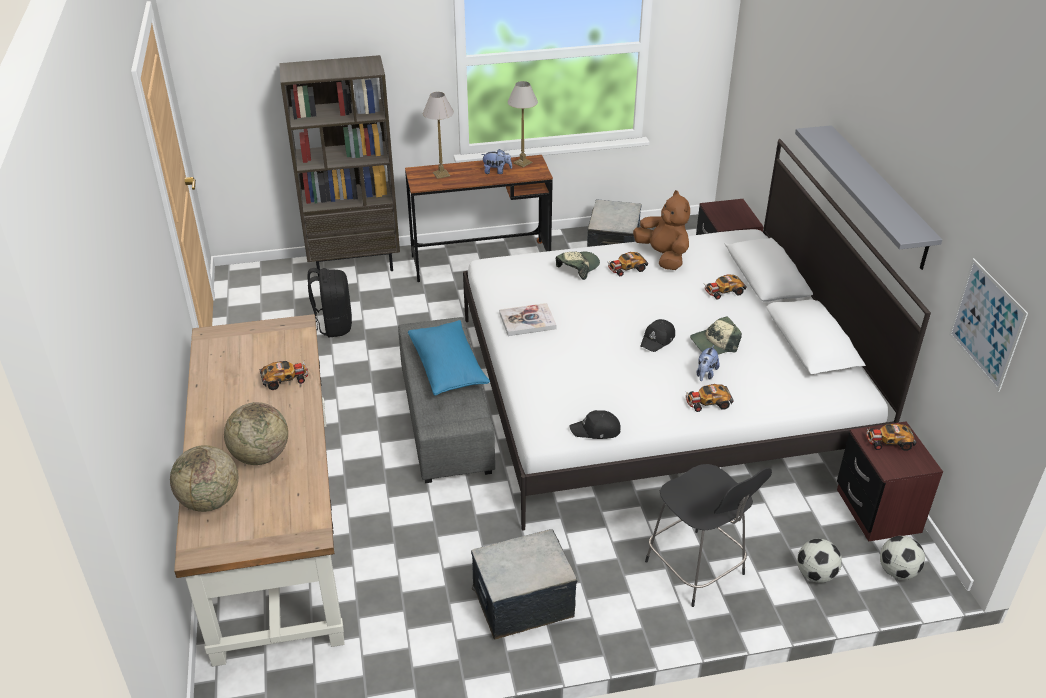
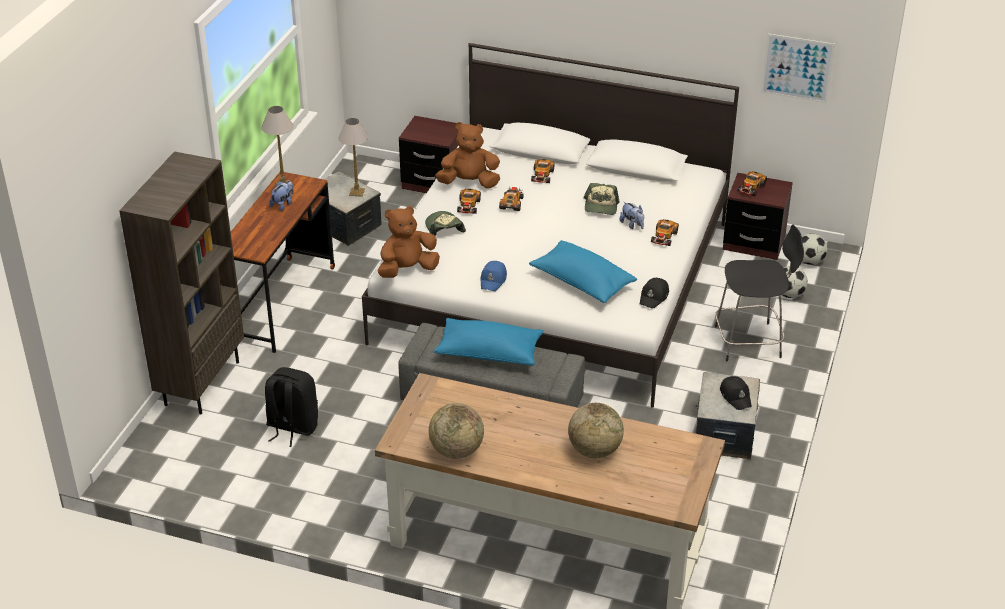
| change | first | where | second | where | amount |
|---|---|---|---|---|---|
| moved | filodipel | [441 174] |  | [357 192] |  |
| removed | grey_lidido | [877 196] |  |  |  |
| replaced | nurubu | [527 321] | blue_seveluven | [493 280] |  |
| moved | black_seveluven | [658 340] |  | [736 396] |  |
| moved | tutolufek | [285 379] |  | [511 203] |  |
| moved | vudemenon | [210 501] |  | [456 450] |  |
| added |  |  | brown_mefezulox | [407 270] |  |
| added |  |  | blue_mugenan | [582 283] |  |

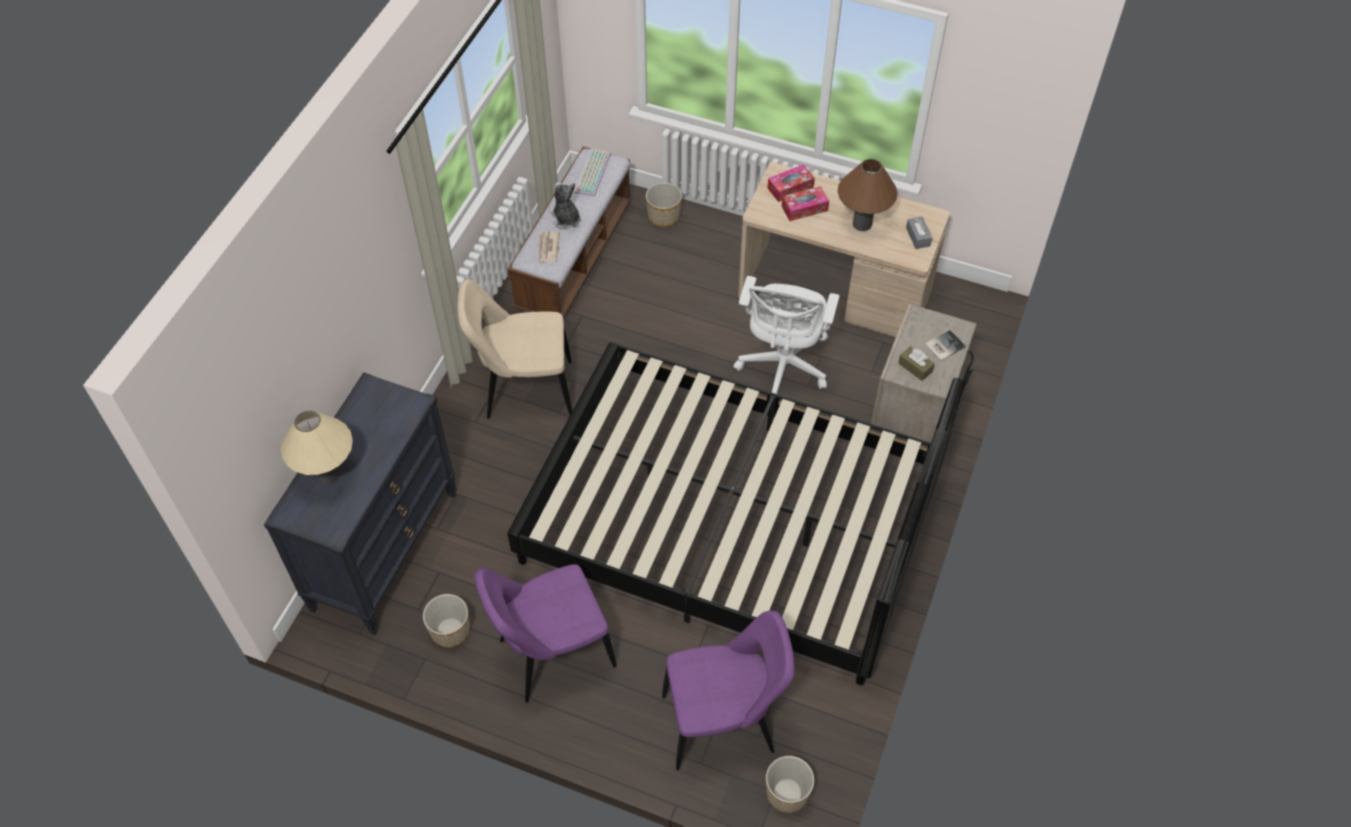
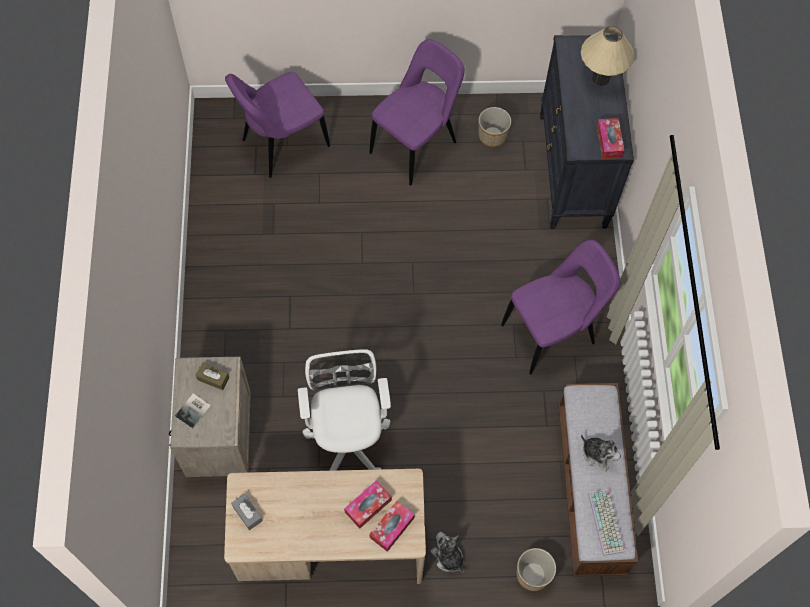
| change | first | where | second | where | amount |
|---|---|---|---|---|---|
| removed | brown_filodipel | [862 224] |  |  |  |
| removed | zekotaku | [548 248] |  |  |  |
| recoloured | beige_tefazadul | [524 390] | purple_tefazadul | [552 332] |  |
| removed | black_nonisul | [729 524] |  |  |  |
| removed | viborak | [787 793] |  |  |  |
| added |  |  | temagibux | [609 142] |  |
| added |  |  | mefezulox | [447 557] |  |

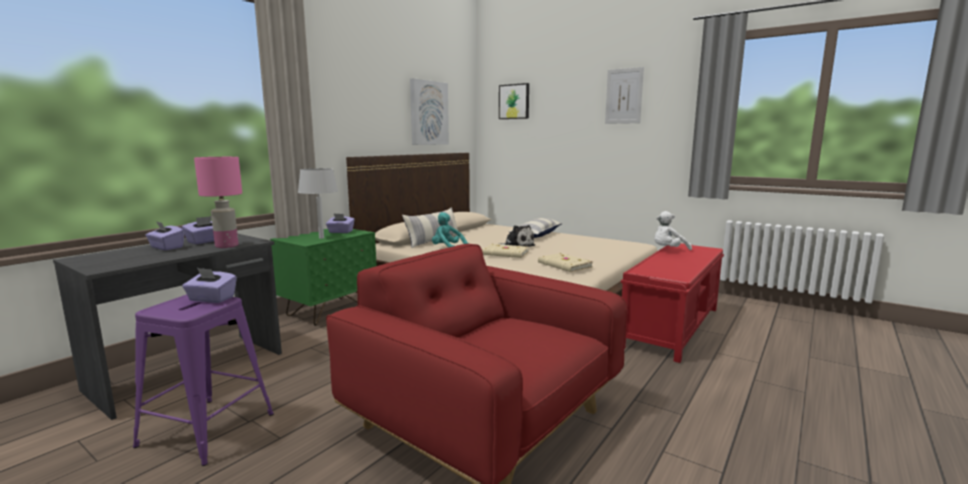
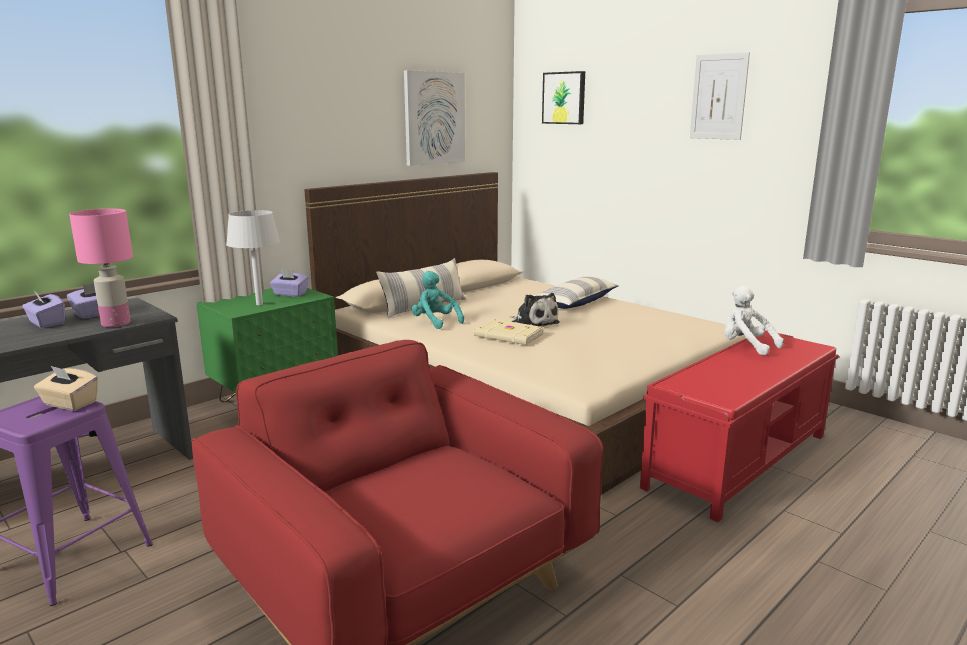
| change | first | where | second | where | amount |
|---|---|---|---|---|---|
| turned | white_mefezulox | [668 250] |  | [746 346] | 60 degrees clockwise |
| removed | beige_nurubu | [564 265] |  |  |  |
| recoloured | purple_temagibux | [211 299] | beige_temagibux | [69 404] |  |

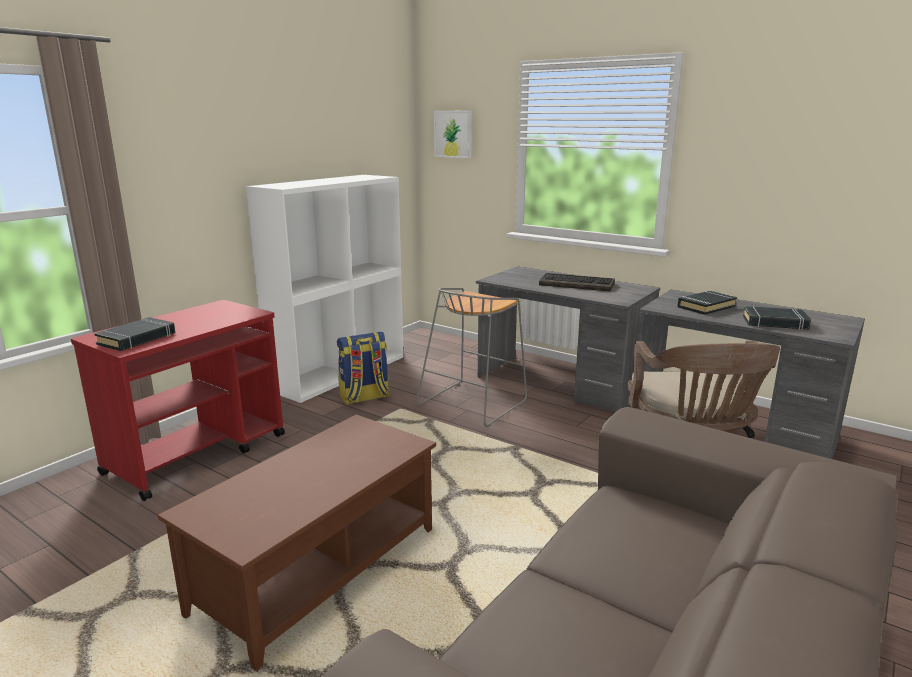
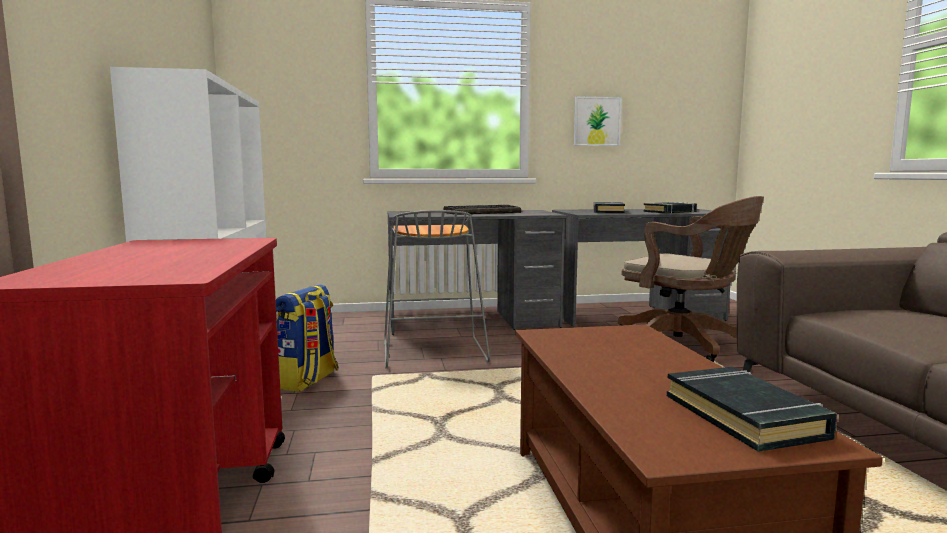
| change | first | where | second | where | amount |
|---|---|---|---|---|---|
| moved | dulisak | [453 134] |  | [597 121] |  |
| moved | black_nurubu | [137 339] |  | [744 416] |  |

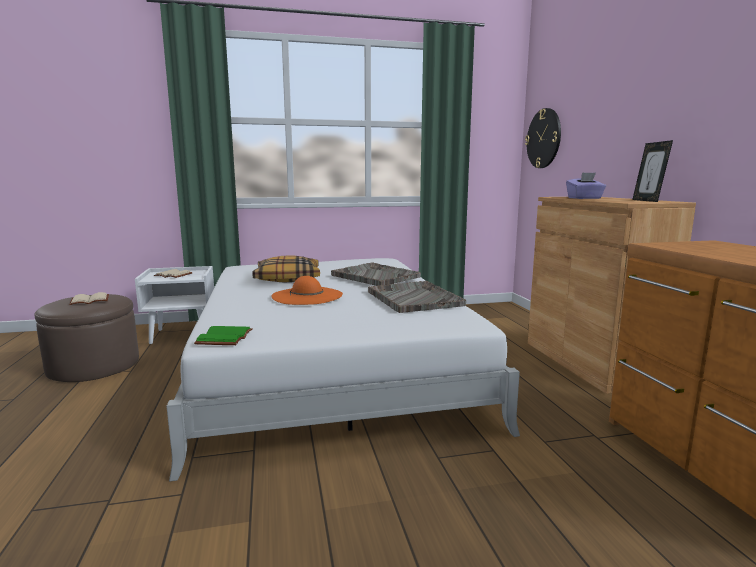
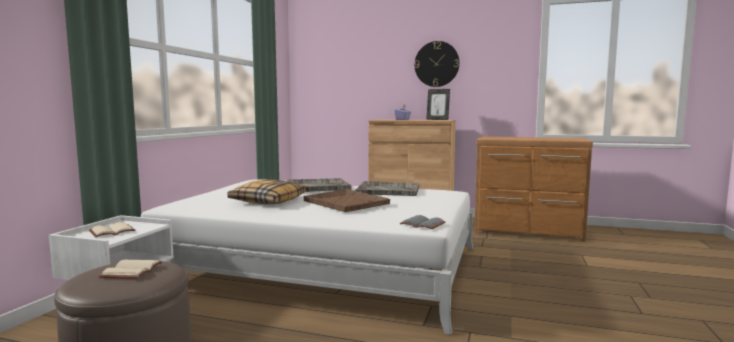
| change | first | where | second | where | amount |
|---|---|---|---|---|---|
| moved | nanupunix | [544 138] |  | [436 64] |  |
| replaced | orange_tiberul | [307 296] | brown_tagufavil | [345 202] |  |
| recoloured | green_nurubu | [225 338] | grey_nurubu | [423 224] |  |

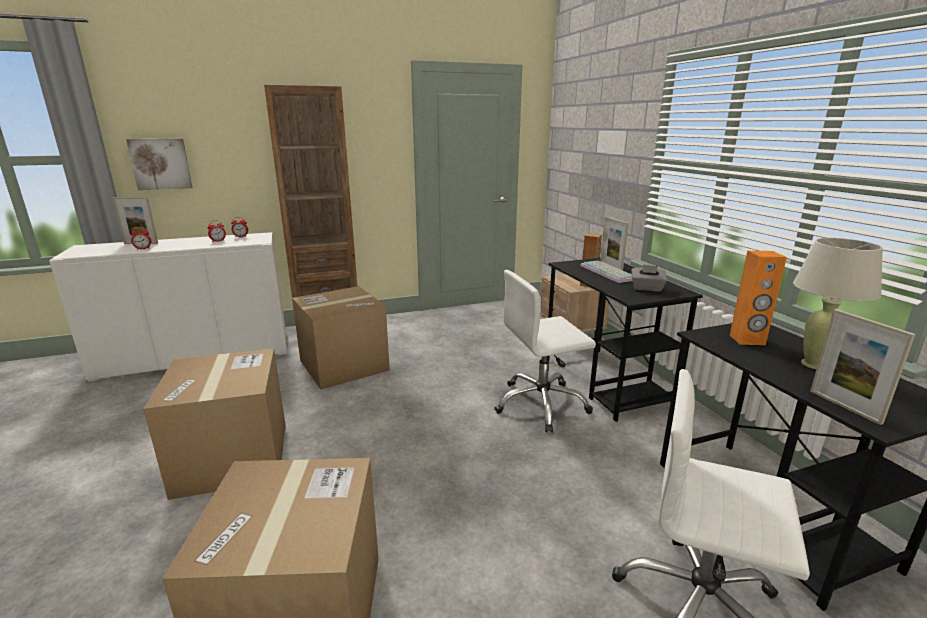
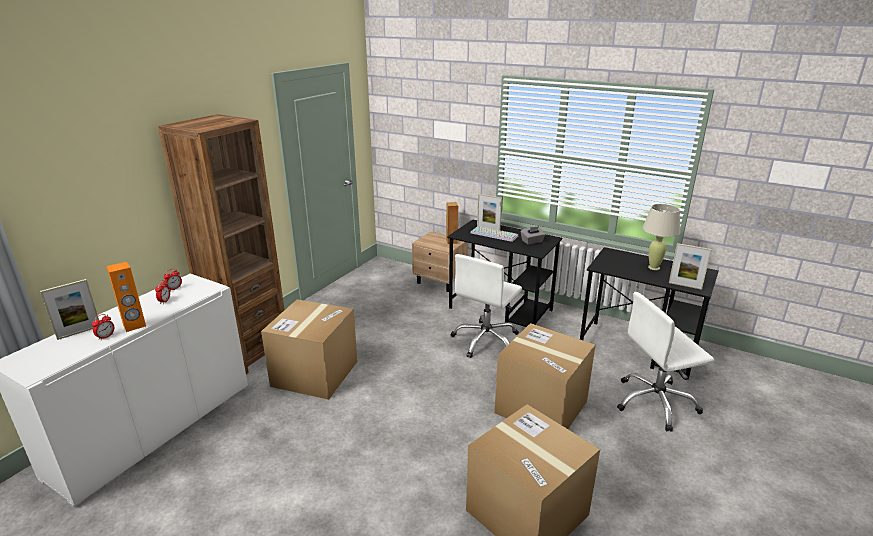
| change | first | where | second | where | amount |
|---|---|---|---|---|---|
| removed | dulisak | [161 164] |  |  |  |
| moved | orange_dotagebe | [747 340] |  | [134 325] |  |
| moved | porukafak | [233 458] |  | [541 407] |  |

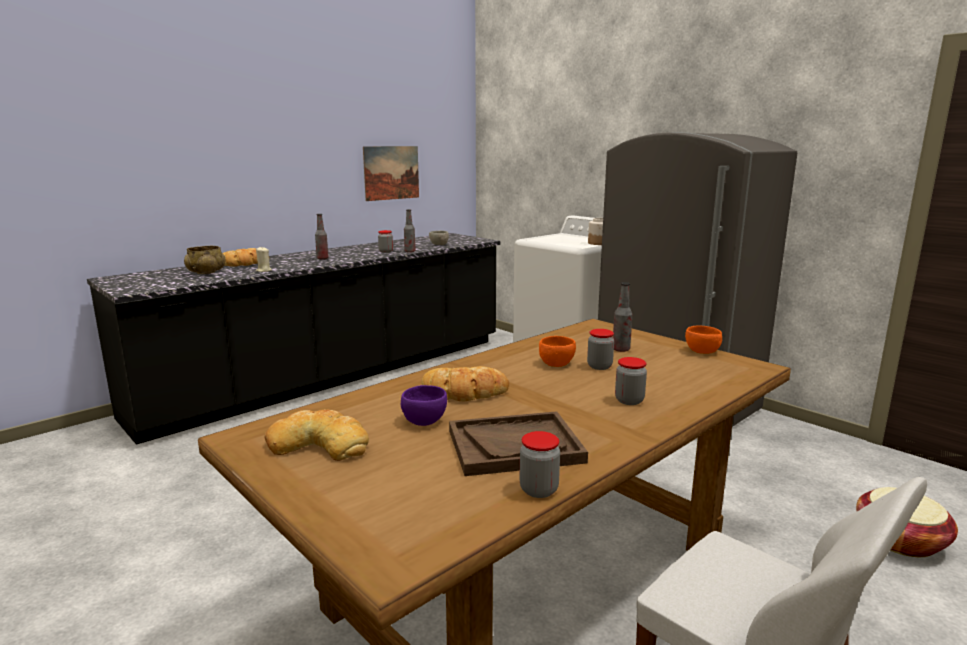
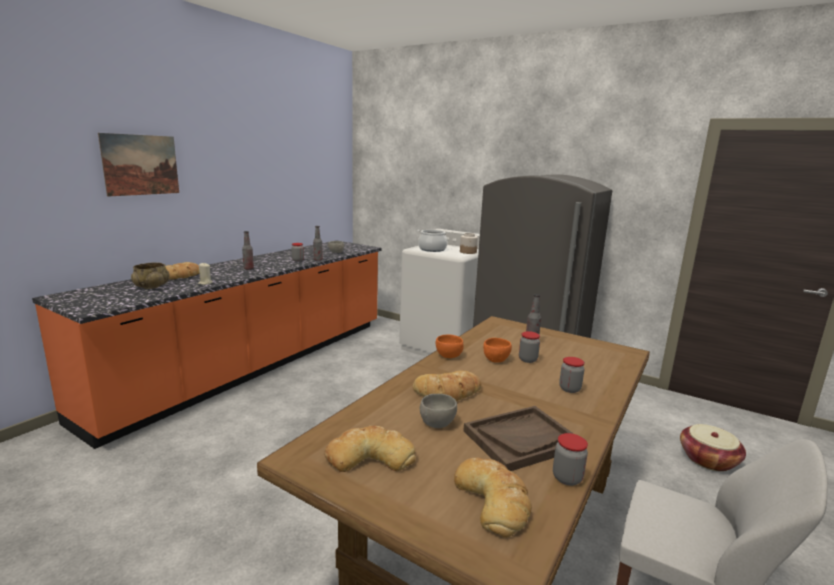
| change | first | where | second | where | amount |
|---|---|---|---|---|---|
| moved | dulisak | [391 173] |  | [141 165] |  |
| recoloured | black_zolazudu | [335 376] | orange_zolazudu | [256 365] |  |
| moved | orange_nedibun | [702 352] |  | [449 356] |  |
| recoloured | purple_nedibun | [424 420] | grey_nedibun | [436 422] |  |
| added |  |  | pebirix | [432 249] |  |
| added |  |  | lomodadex | [493 499] |  |

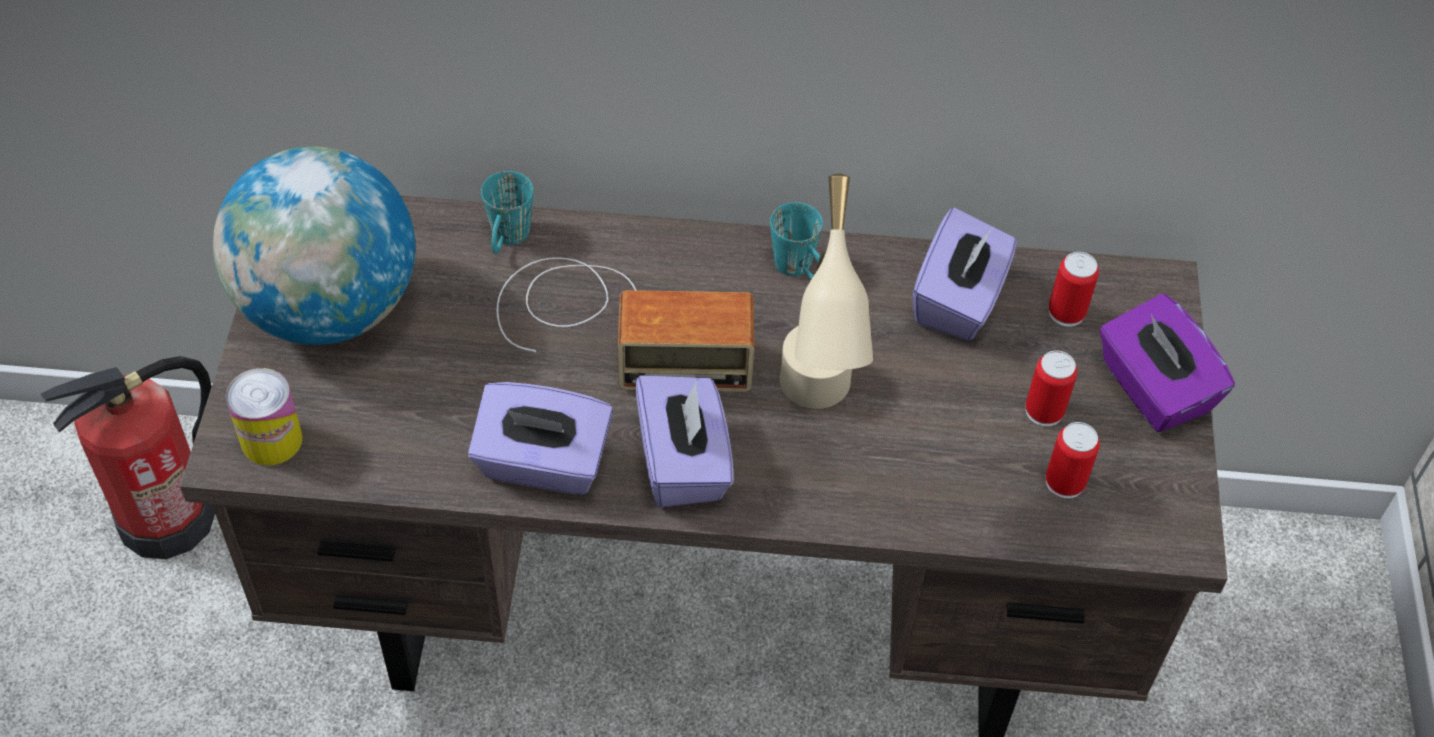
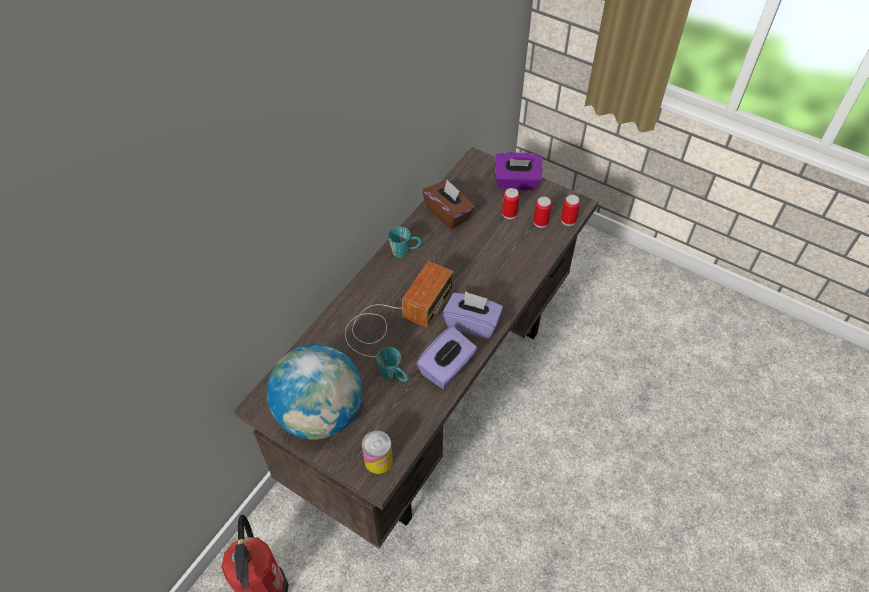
| change | first | where | second | where | amount |
|---|---|---|---|---|---|
| moved | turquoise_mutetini | [507 240] |  | [394 376] |  |
| removed | beige_filodipel | [815 409] |  |  |  |
| recoloured | purple_temagibux | [959 300] | brown_temagibux | [448 213] |  |
| moved | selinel | [1066 312] |  | [568 220] |  |

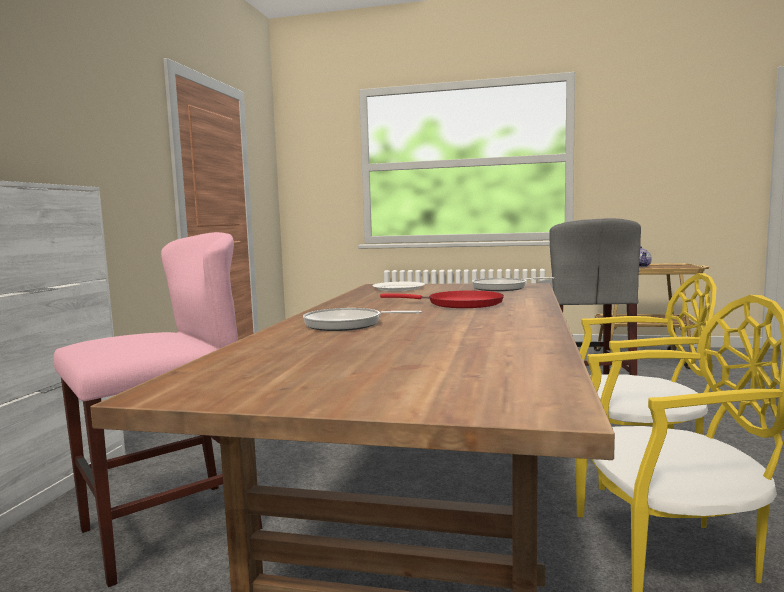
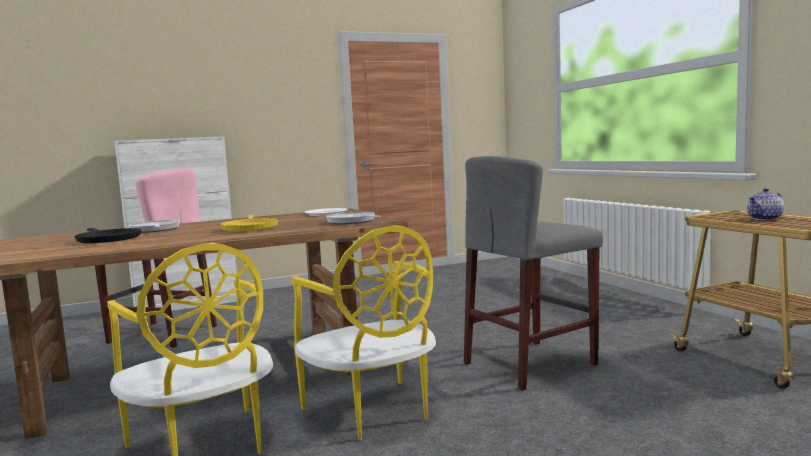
| change | first | where | second | where | amount |
|---|---|---|---|---|---|
| recoloured | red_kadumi | [459 304] | yellow_kadumi | [249 228] |  |
| added |  |  | black_kadumi | [107 239] |  |

